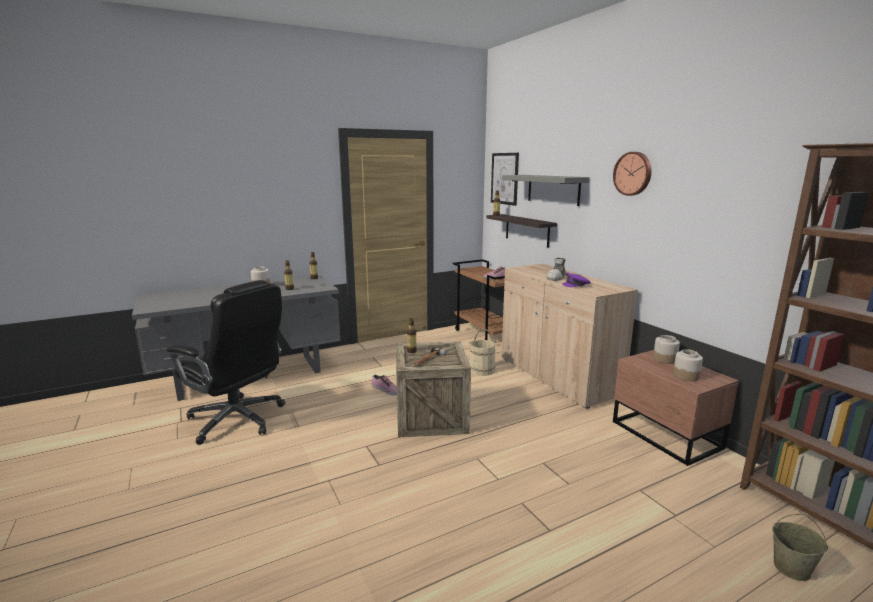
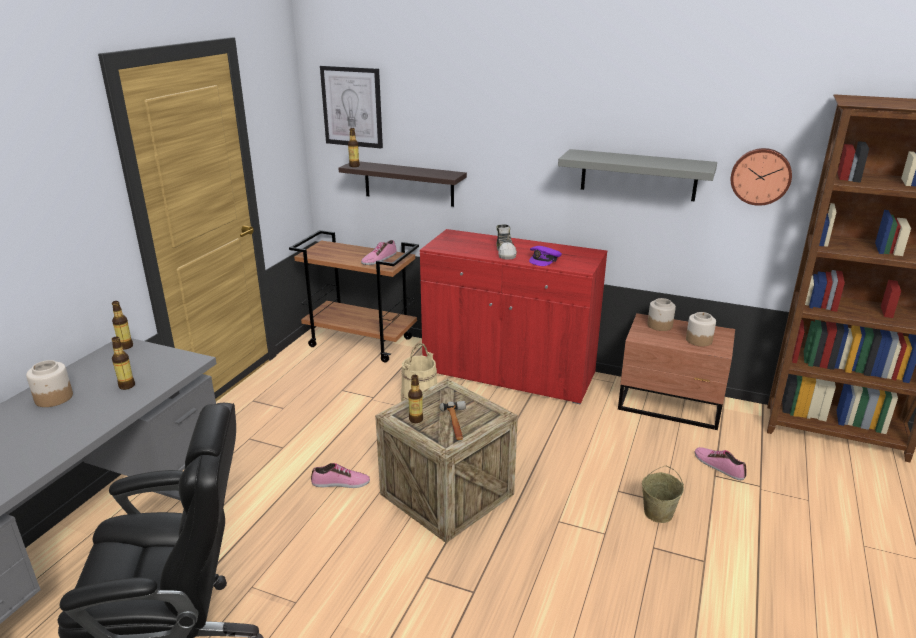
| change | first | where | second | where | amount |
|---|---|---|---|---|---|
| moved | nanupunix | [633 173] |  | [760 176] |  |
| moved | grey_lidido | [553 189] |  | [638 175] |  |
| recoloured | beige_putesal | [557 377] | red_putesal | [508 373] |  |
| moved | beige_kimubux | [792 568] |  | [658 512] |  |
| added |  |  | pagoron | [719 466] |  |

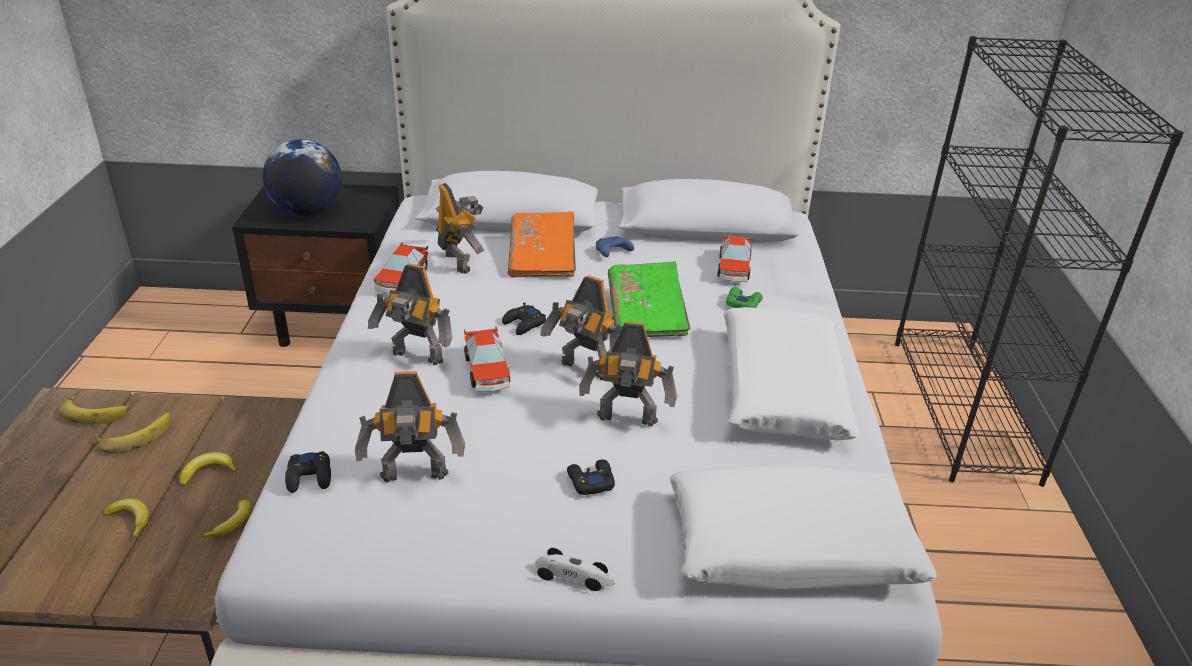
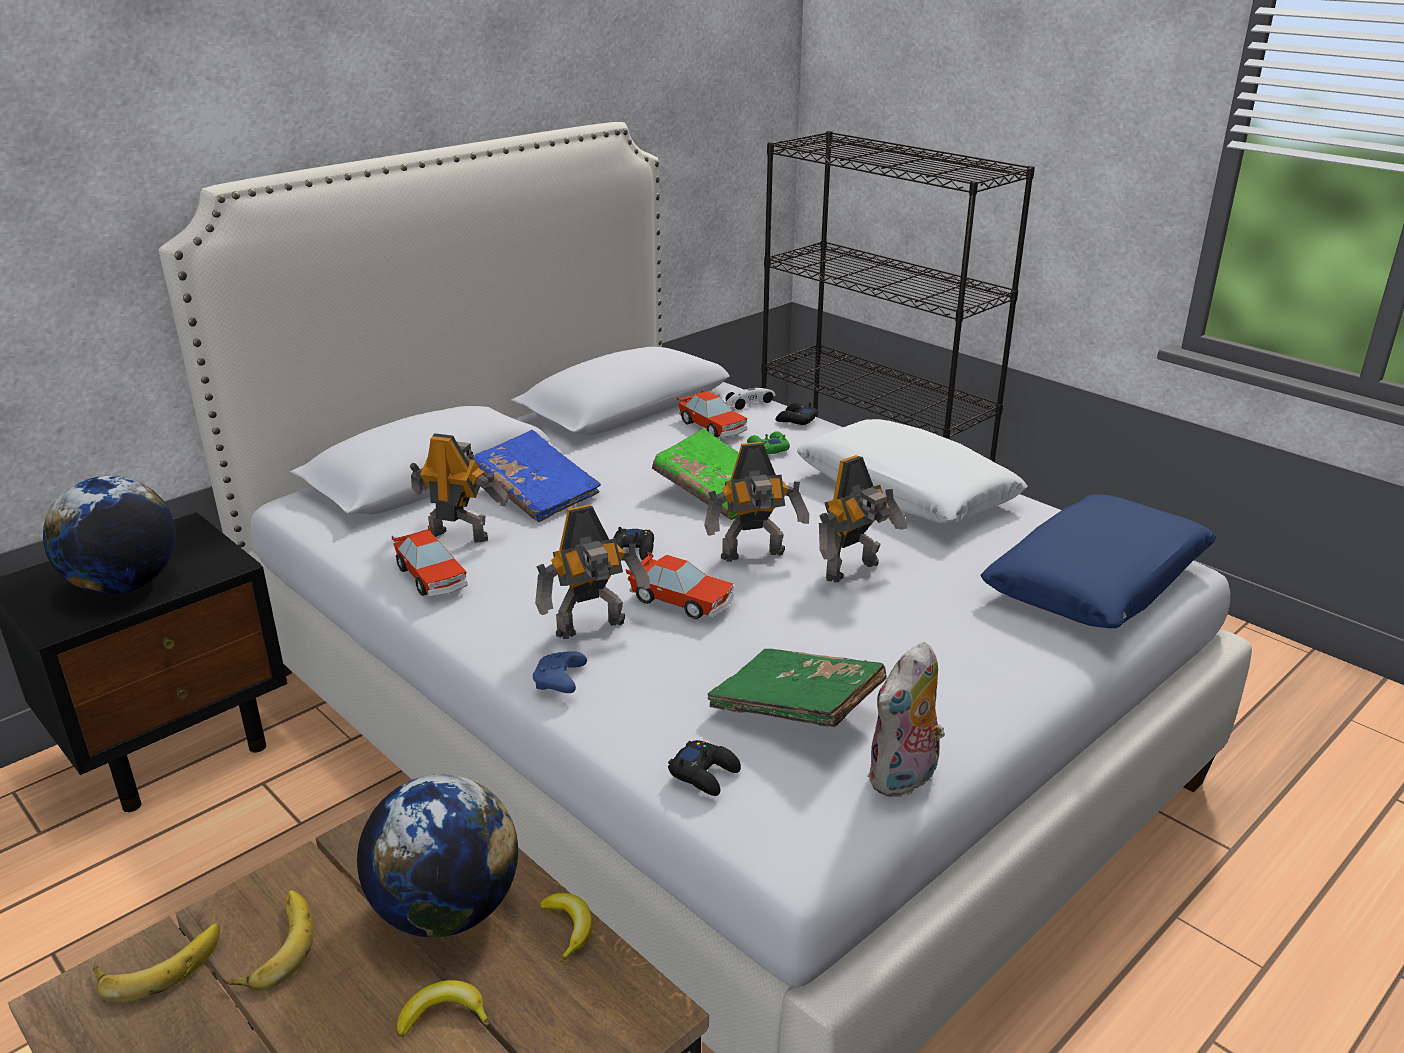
| change | first | where | second | where | amount |
|---|---|---|---|---|---|
| recoloured | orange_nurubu | [542 258] | blue_nurubu | [536 493] |  |
| moved | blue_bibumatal | [612 252] |  | [560 682] |  |
| replaced | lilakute | [415 477] | green_nurubu | [796 709] |  |
| replaced | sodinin | [208 472] | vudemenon | [446 910] |  |
| moved | black_bibumatal | [590 481] |  | [796 419] |  |
| recoloured | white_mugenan | [791 546] | blue_mugenan | [1097 582] |  |
| moved | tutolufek | [574 576] |  | [750 403] |  |
| added |  |  | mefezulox | [904 780] |  |

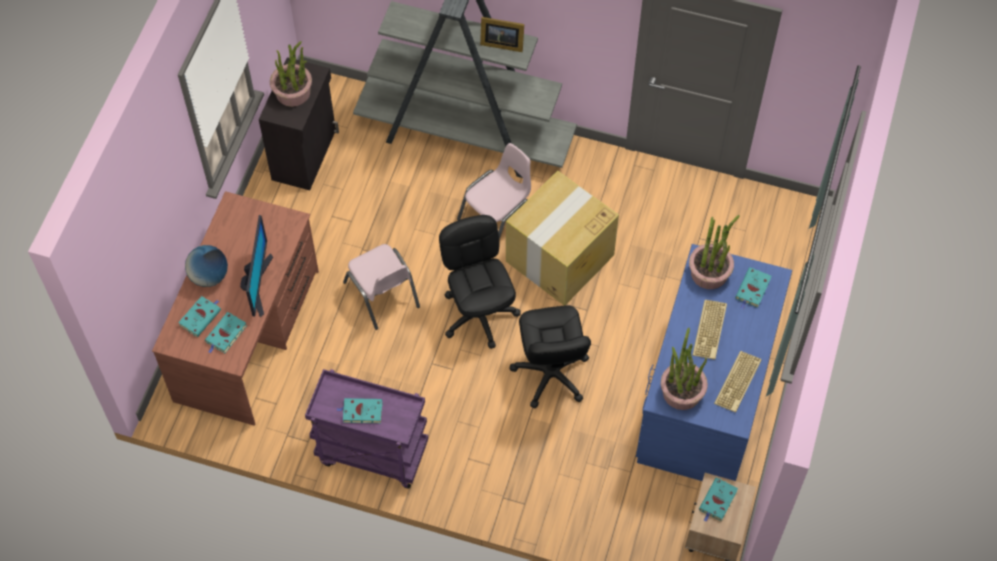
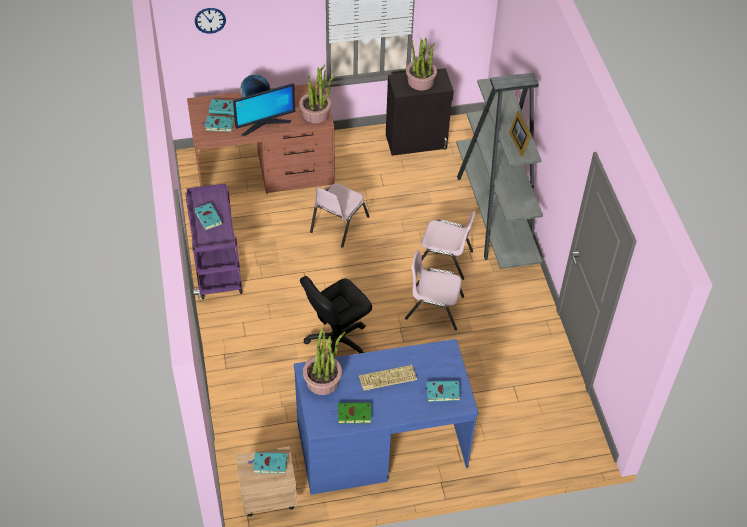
| change | first | where | second | where | amount |
|---|---|---|---|---|---|
| replaced | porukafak | [559 259] | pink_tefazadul | [434 308] |  |
| removed | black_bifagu | [479 314] |  |  |  |
| moved | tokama | [709 272] |  | [316 114] |  |
| replaced | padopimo | [738 383] | green_nurubu | [353 414] |  |
| added |  |  | nanupunix | [210 20] |  |

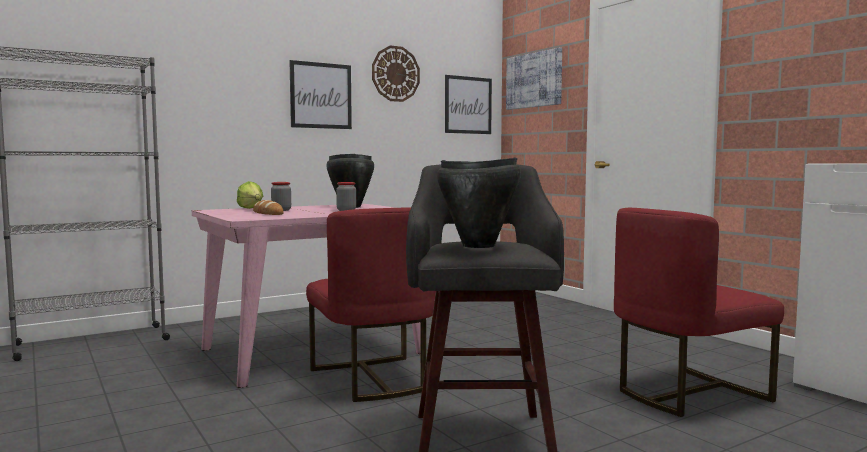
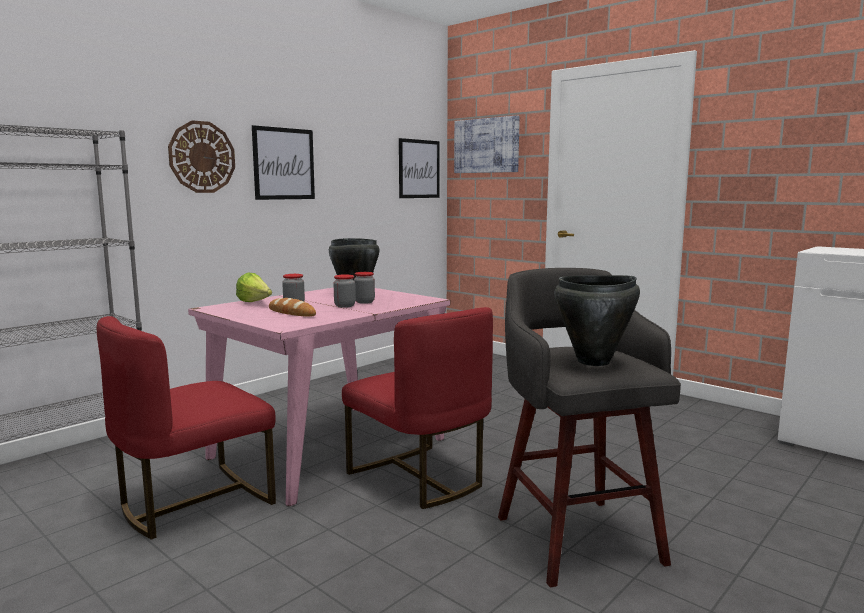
| change | first | where | second | where | amount |
|---|---|---|---|---|---|
| moved | nanupunix | [395 74] |  | [202 157] |  |
| moved | red_tefazadul | [687 393] |  | [194 502] |  |
| added |  |  | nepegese | [344 306] |  |

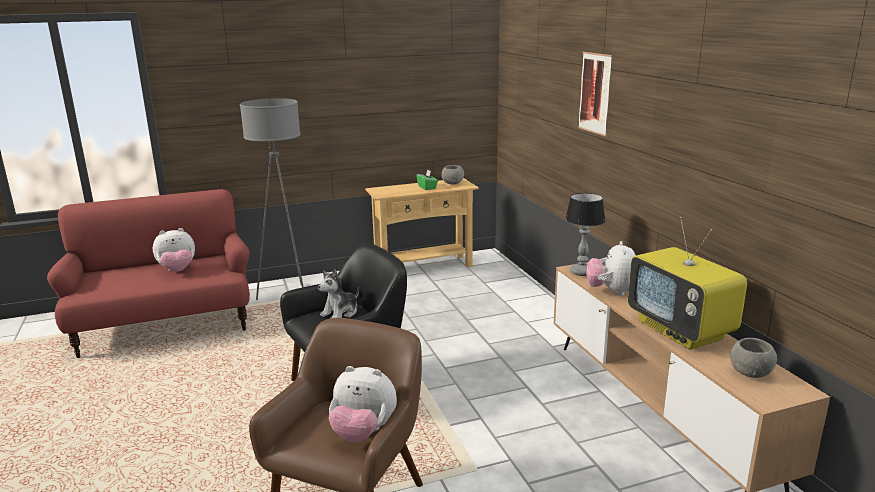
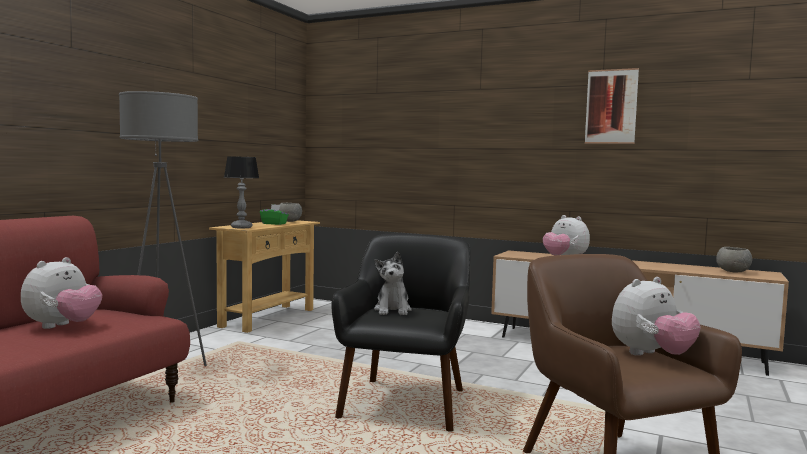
| change | first | where | second | where | amount |
|---|---|---|---|---|---|
| moved | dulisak | [595 93] |  | [611 106] |  |
| moved | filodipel | [581 272] |  | [241 227] |  |
| removed | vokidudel | [681 330] |  |  |  |

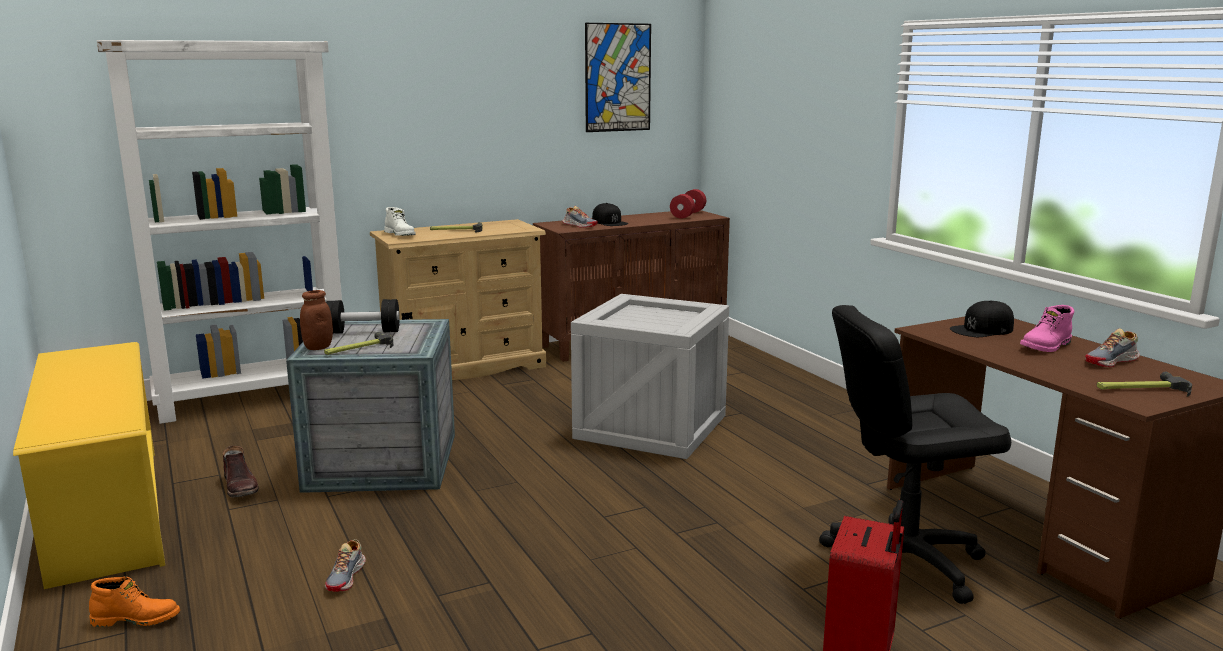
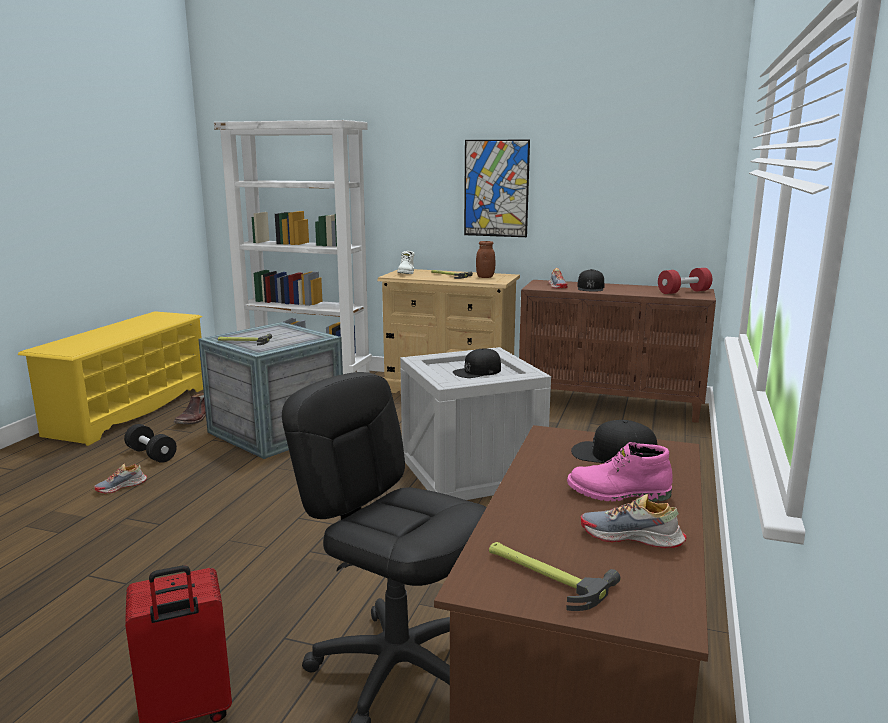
| change | first | where | second | where | amount |
|---|---|---|---|---|---|
| moved | dulisak | [618 77] |  | [496 188] |  |
| moved | brown_nepegese | [318 347] |  | [485 277] |  |
| moved | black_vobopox | [363 332] |  | [151 454] |  |
| removed | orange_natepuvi | [137 619] |  |  |  |
| added |  |  | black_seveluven | [477 371] |  |

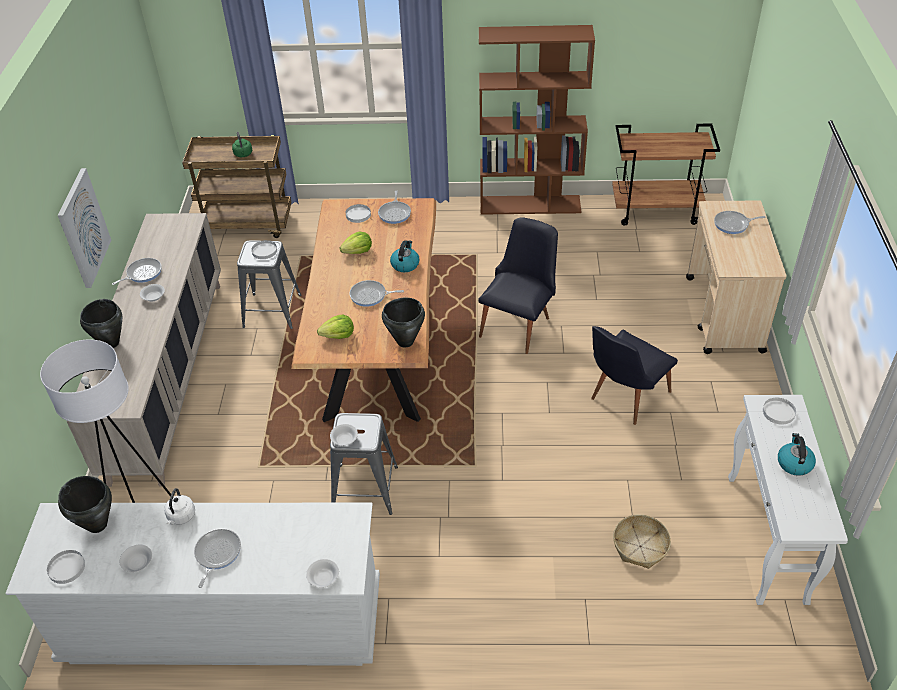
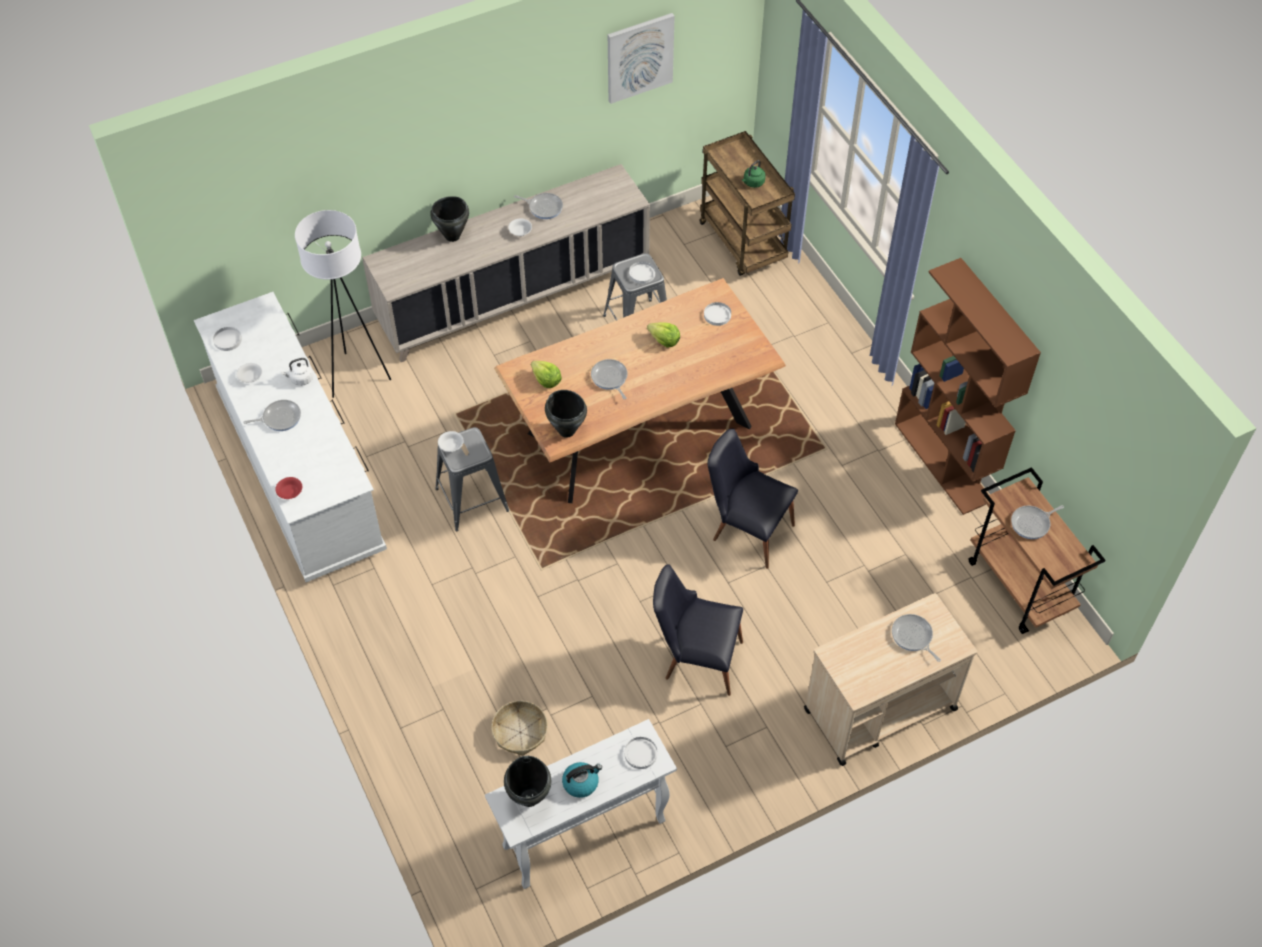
| change | first | where | second | where | amount |
|---|---|---|---|---|---|
| moved | dulisak | [83 228] |  | [639 57] |  |
| moved | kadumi | [395 213] |  | [1032 523] |  |
| turned | black_tefazadul | [519 323] |  | [746 528] | 150 degrees counterclockwise |
| removed | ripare | [405 264] |  |  |  |
| moved | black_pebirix | [97 524] |  | [530 797] |  |
| recoloured | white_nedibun | [324 577] | red_nedibun | [290 492] |  |

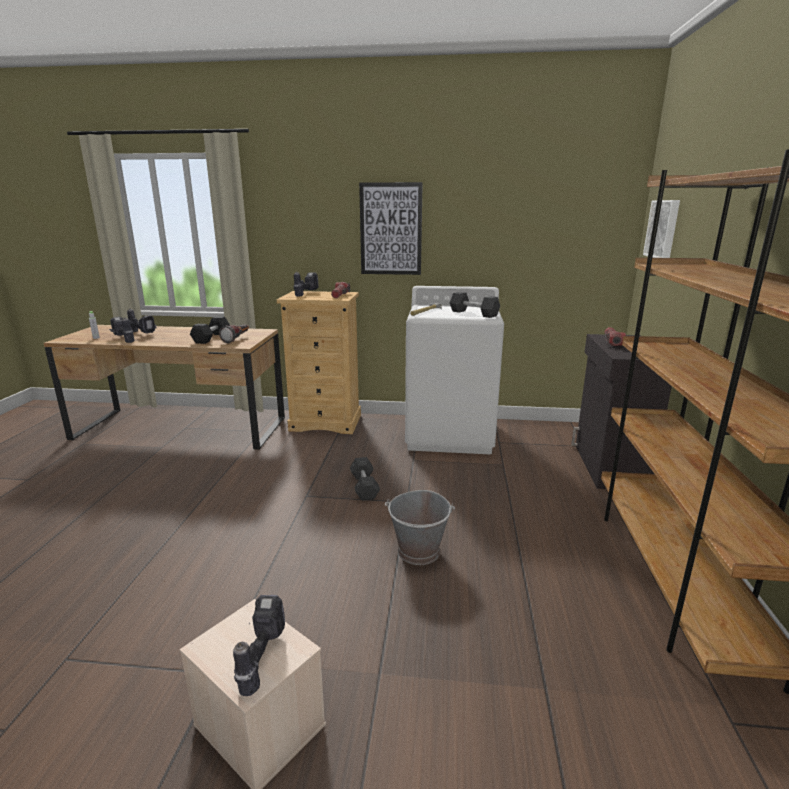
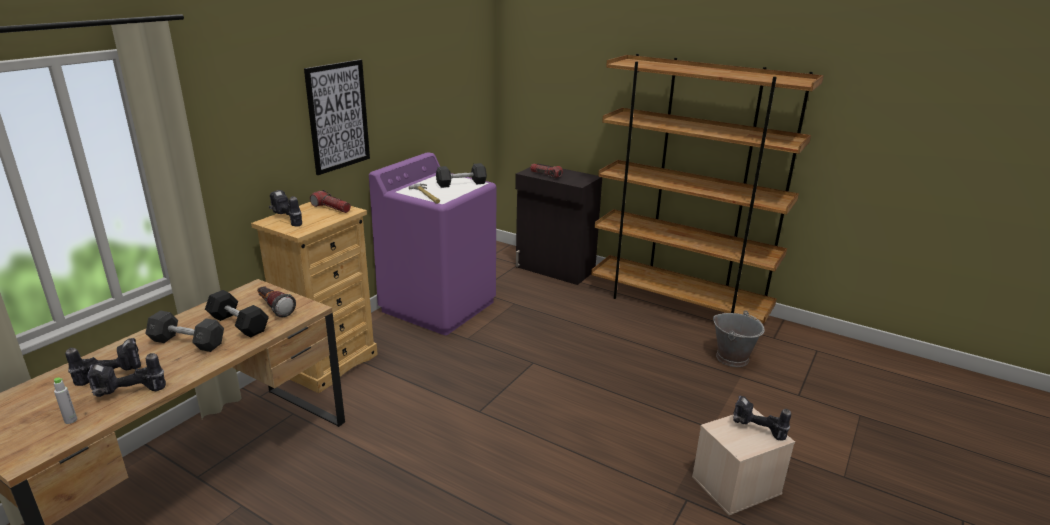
| change | first | where | second | where | amount |
|---|---|---|---|---|---|
| removed | dulisak | [663 229] |  |  |  |
| recoloured | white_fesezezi | [450 434] | purple_fesezezi | [439 306] |  |
| moved | grey_vobopox | [364 487] |  | [187 342] |  |
| moved | grey_kimubux | [419 551] |  | [732 358] |  |

